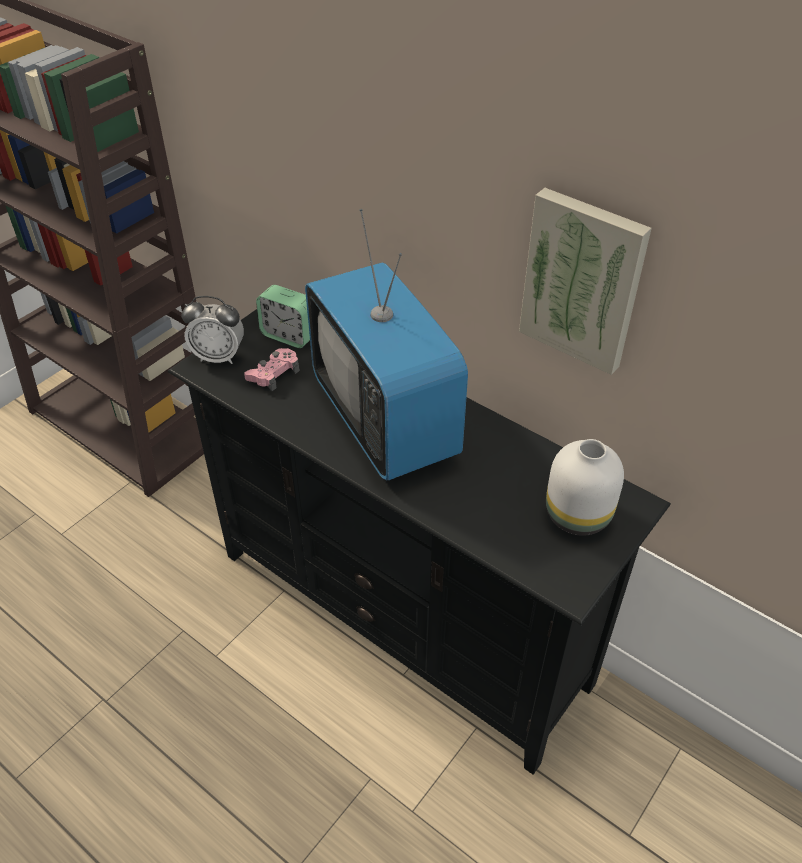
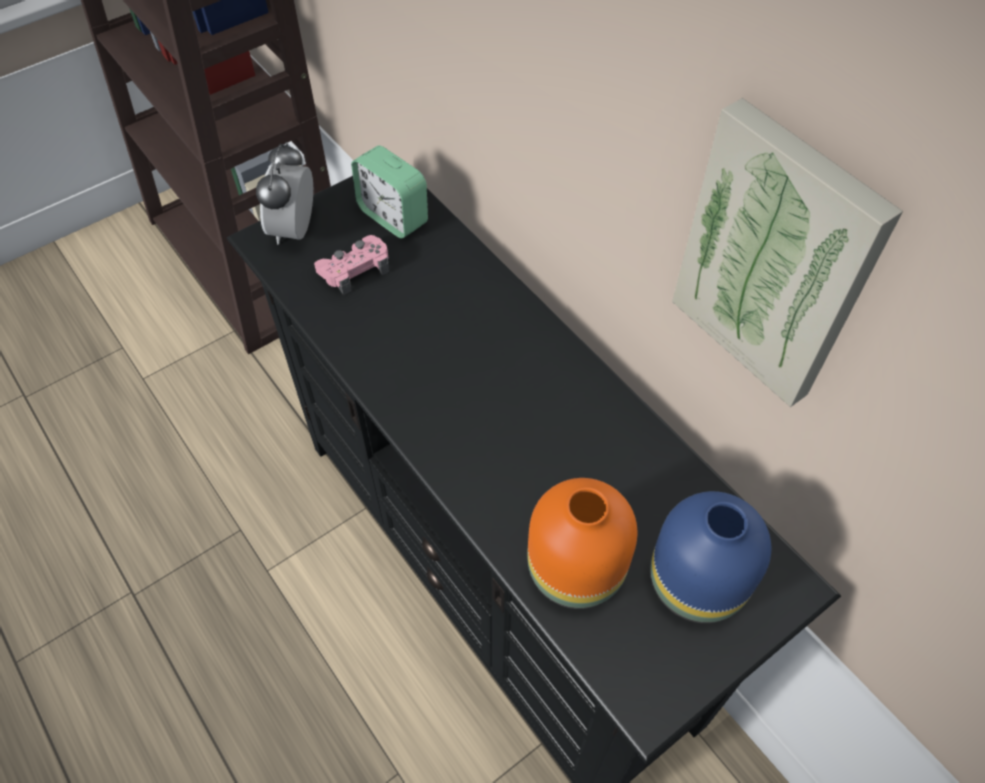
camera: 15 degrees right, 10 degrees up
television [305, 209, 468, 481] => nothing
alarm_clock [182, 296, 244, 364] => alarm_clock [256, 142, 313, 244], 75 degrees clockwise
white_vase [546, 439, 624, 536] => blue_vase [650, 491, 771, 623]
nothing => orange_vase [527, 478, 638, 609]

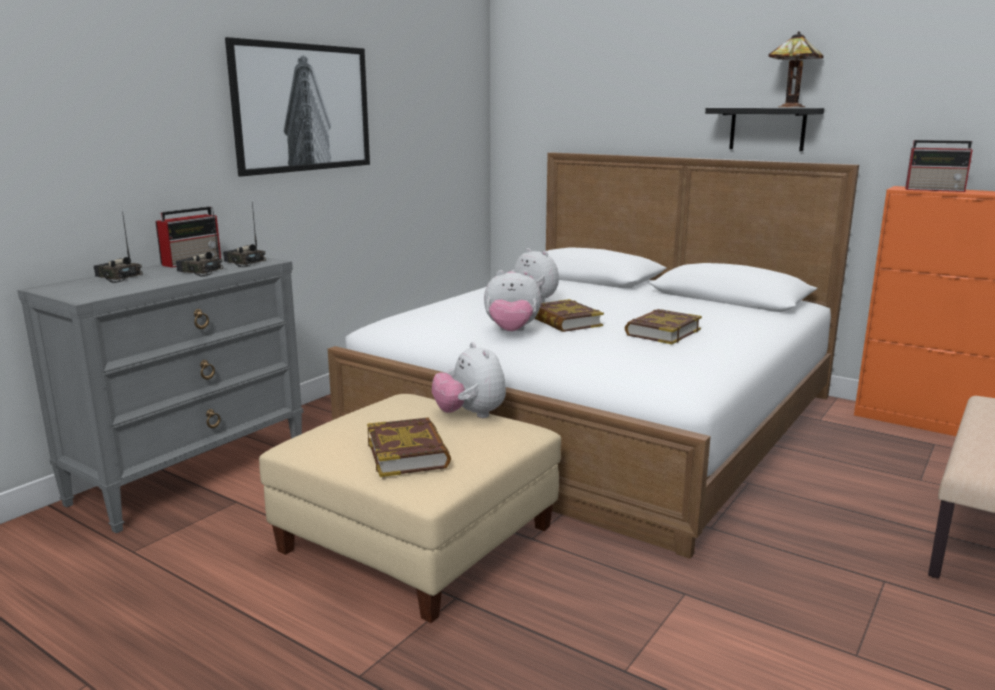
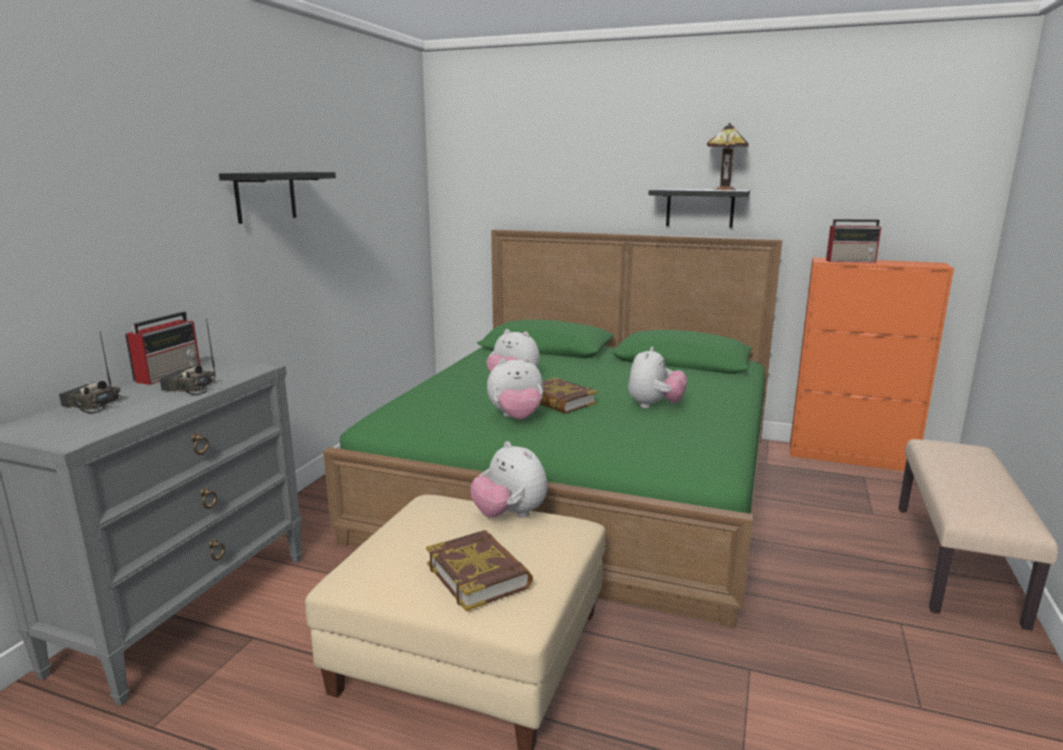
camera: 15 degrees left, 0 degrees up
picture [225, 37, 370, 176] => black_shelf [219, 172, 336, 224]
white_bed [328, 152, 859, 559] => green_bed [323, 230, 782, 629]
radio [223, 202, 266, 267] => nothing
book [625, 309, 702, 344] => plush_toy [628, 347, 687, 408]

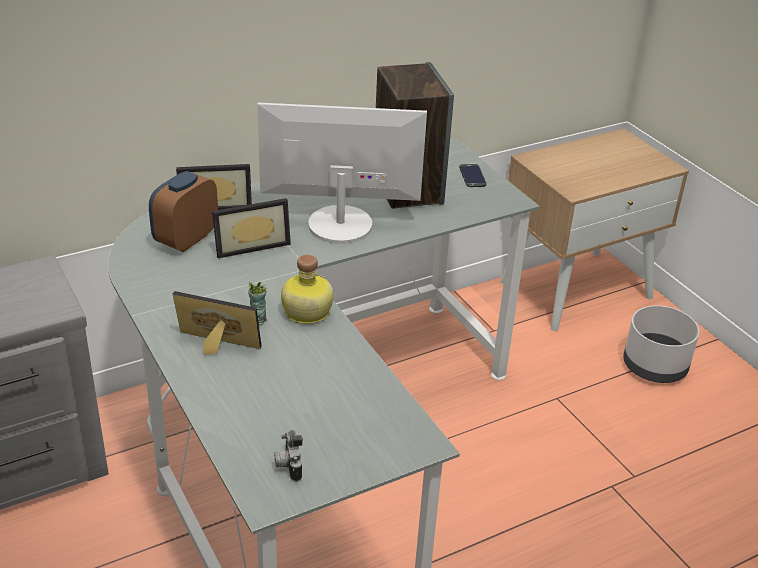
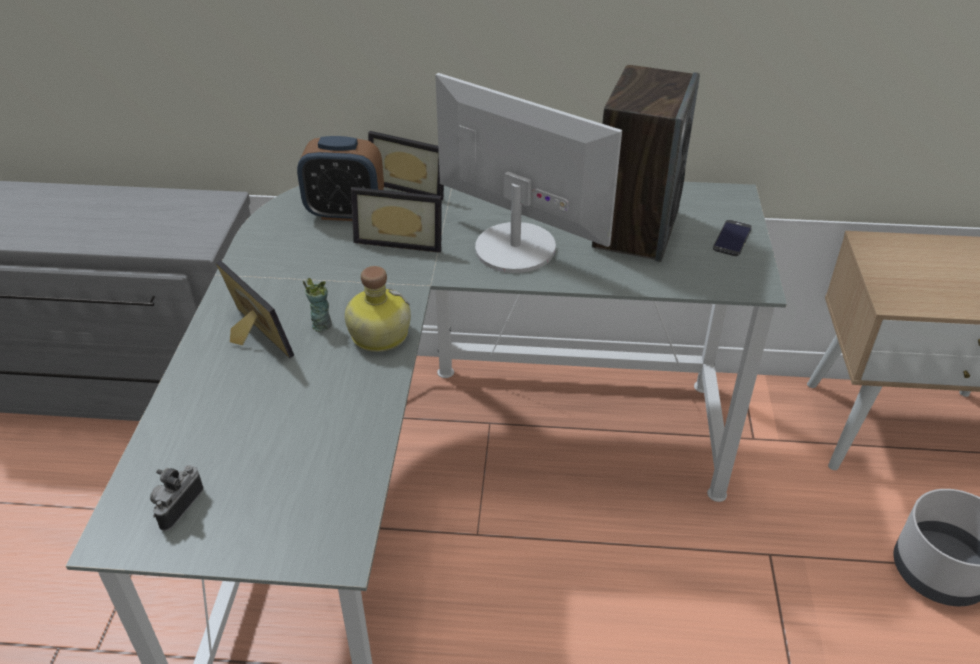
camera: 35 degrees right, 5 degrees up
alarm_clock [149, 171, 218, 252] => alarm_clock [297, 136, 384, 221], 150 degrees counterclockwise

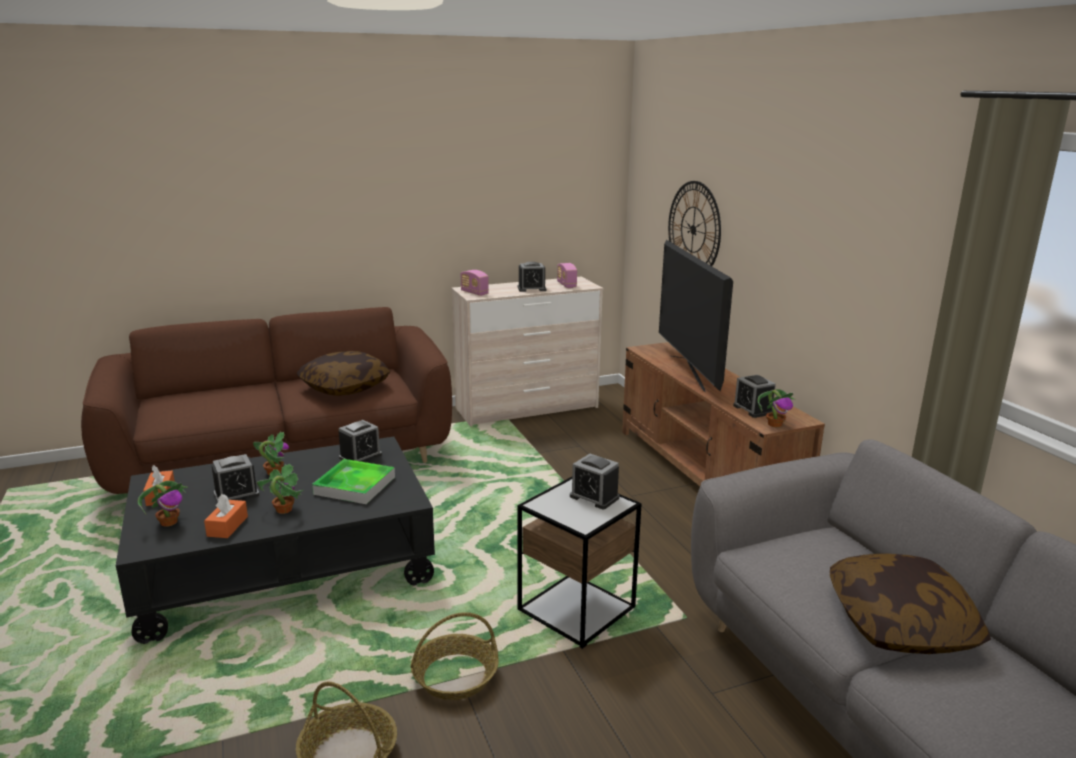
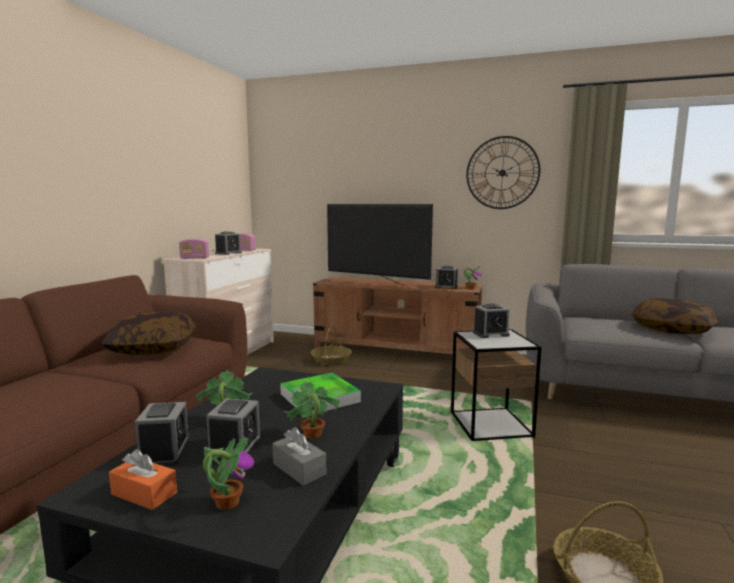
camera: 50 degrees left, 10 degrees down
wall_clock [668, 181, 721, 266] => wall_clock [466, 136, 540, 209], shifted
alarm_clock [339, 420, 382, 461] => alarm_clock [135, 402, 189, 466], shifted
orange_tissue_box [204, 494, 248, 538] => grey_tissue_box [272, 427, 326, 486]
basket [410, 612, 499, 700] => basket [311, 325, 352, 365], shifted

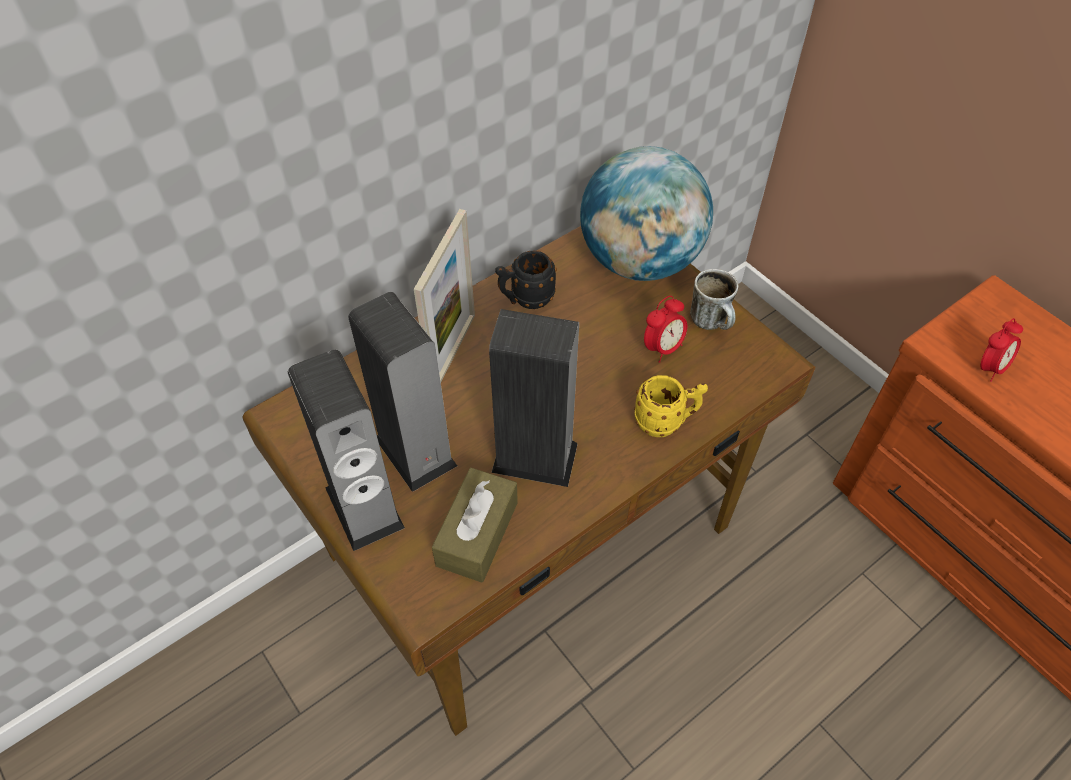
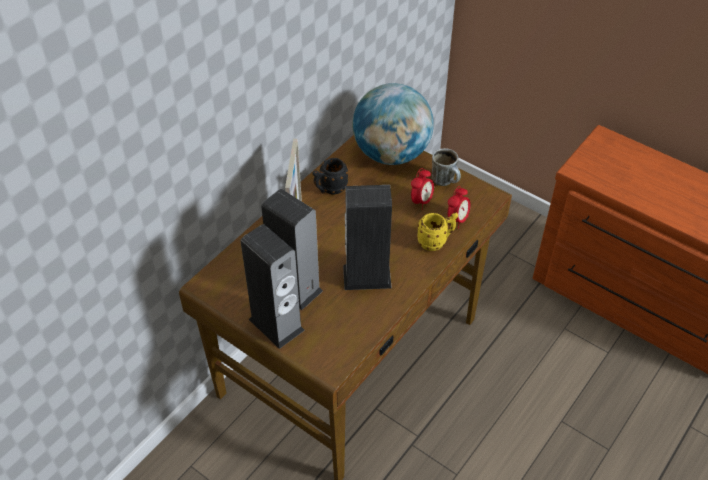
camera: 15 degrees left, 5 degrees down
alarm_clock [980, 318, 1023, 382] => alarm_clock [448, 186, 471, 229], shifted
brown_tissue_box [432, 468, 518, 583] => nothing

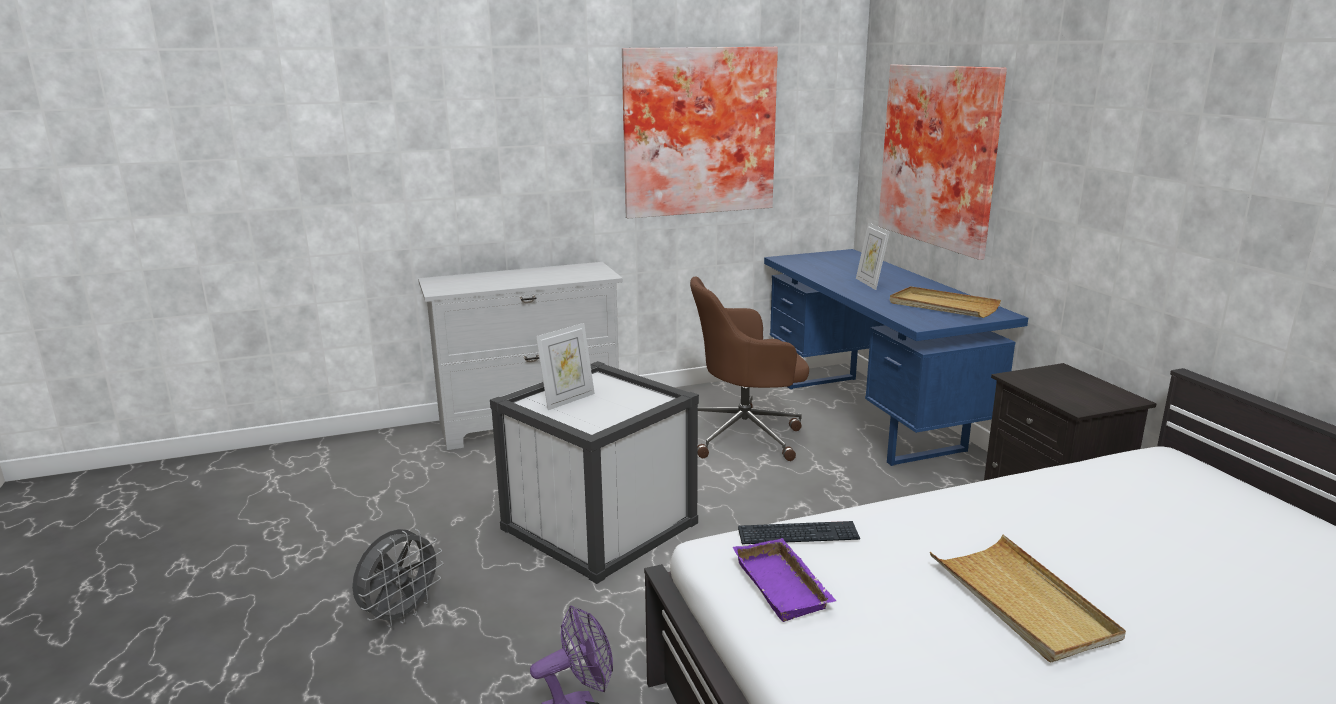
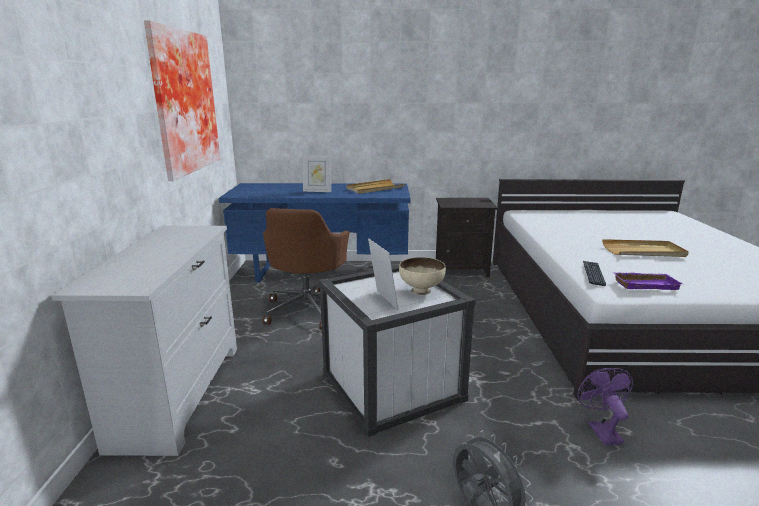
camera: 70 degrees left, 0 degrees up
picture [878, 64, 1007, 260] => nothing
nothing => beige_bowl [399, 257, 446, 295]

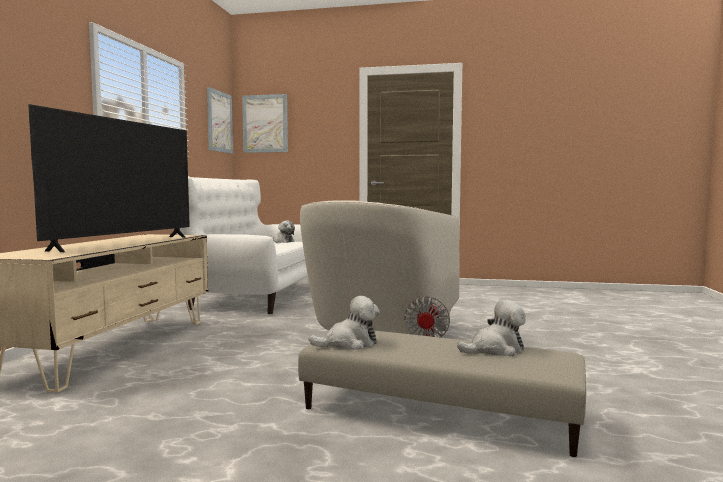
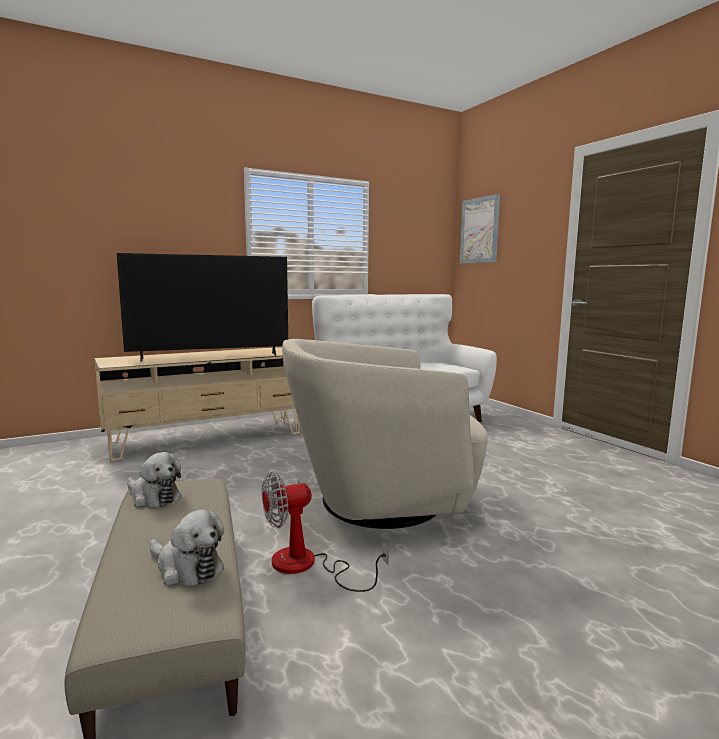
camera: 50 degrees right, 5 degrees up
picture [207, 87, 233, 154] => nothing
plush_toy [270, 220, 295, 243] => nothing

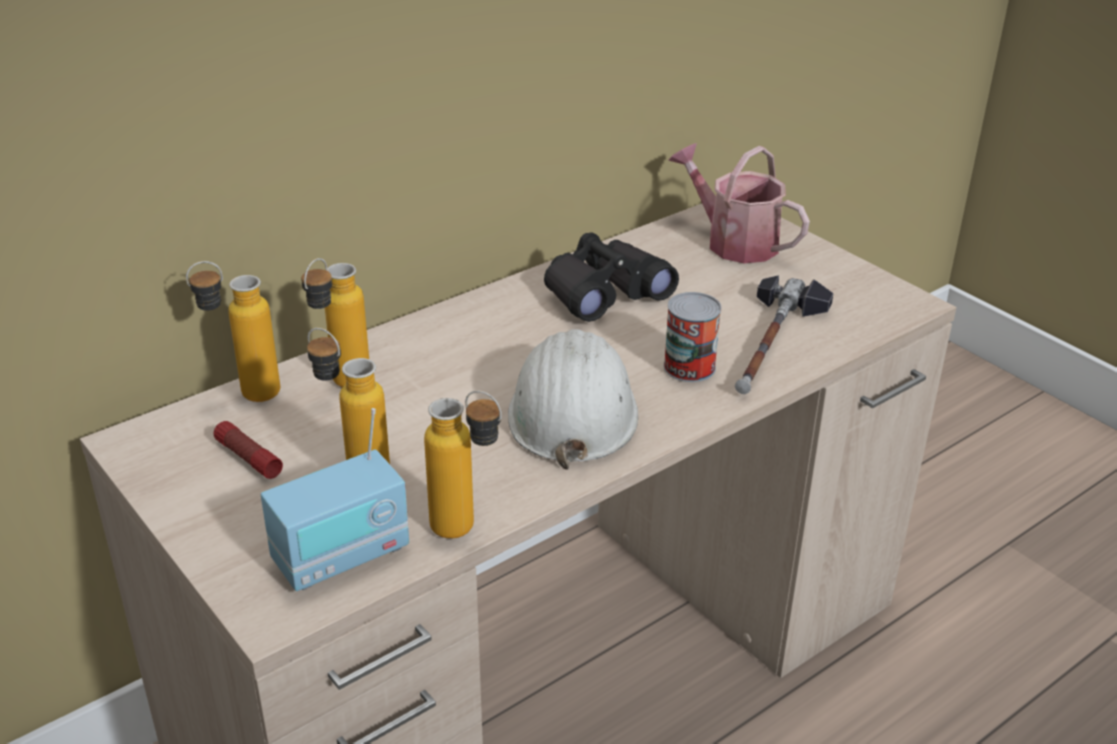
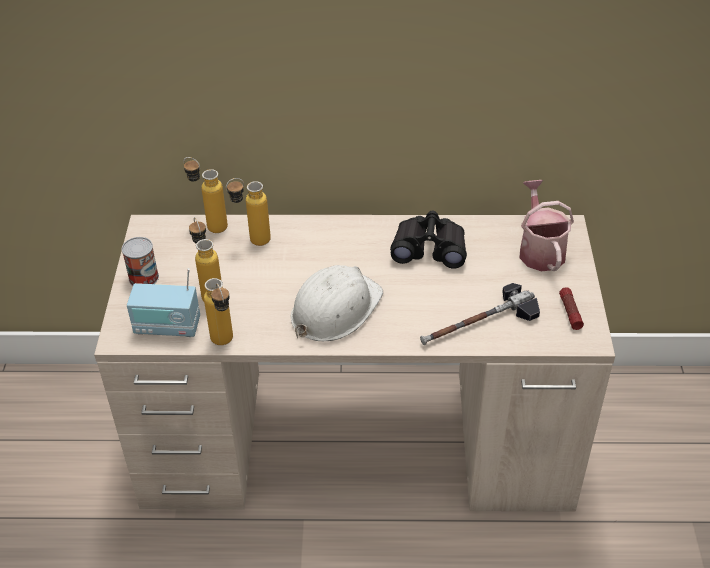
camera: 40 degrees right, 10 degrees up
can [664, 292, 722, 382] => can [122, 237, 159, 286], shifted
flashlight [214, 421, 283, 479] => flashlight [559, 287, 584, 330], shifted

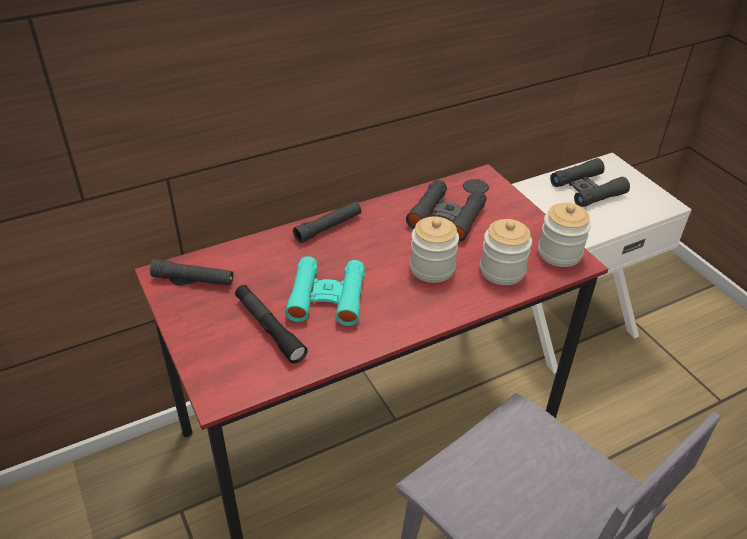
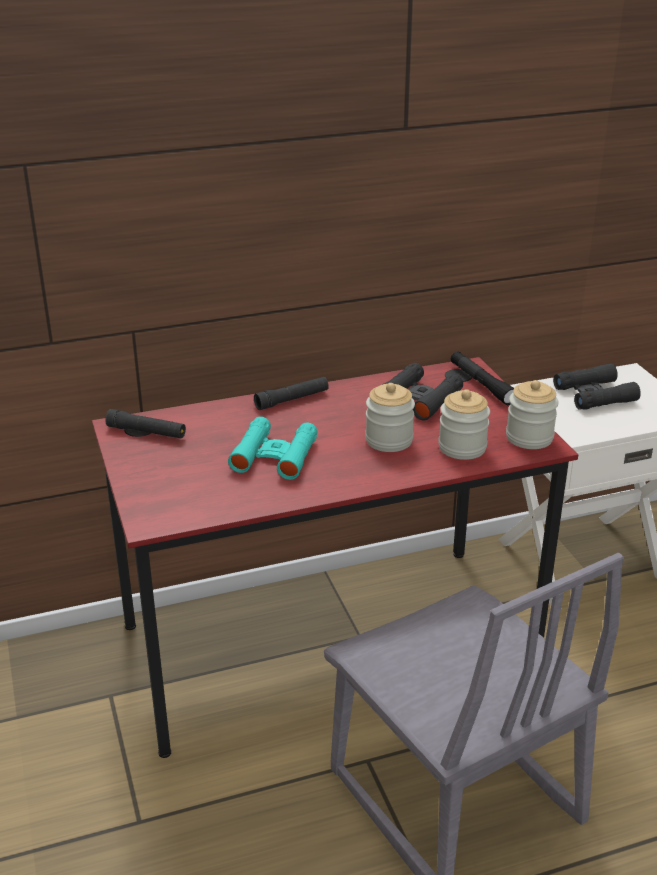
camera: 10 degrees right, 10 degrees down
black_flashlight [235, 285, 308, 364] => black_flashlight [451, 351, 514, 405], shifted

